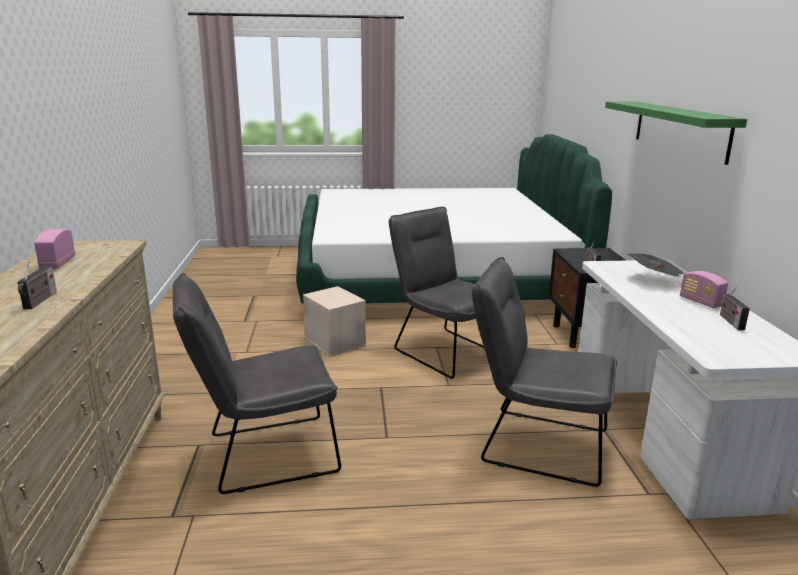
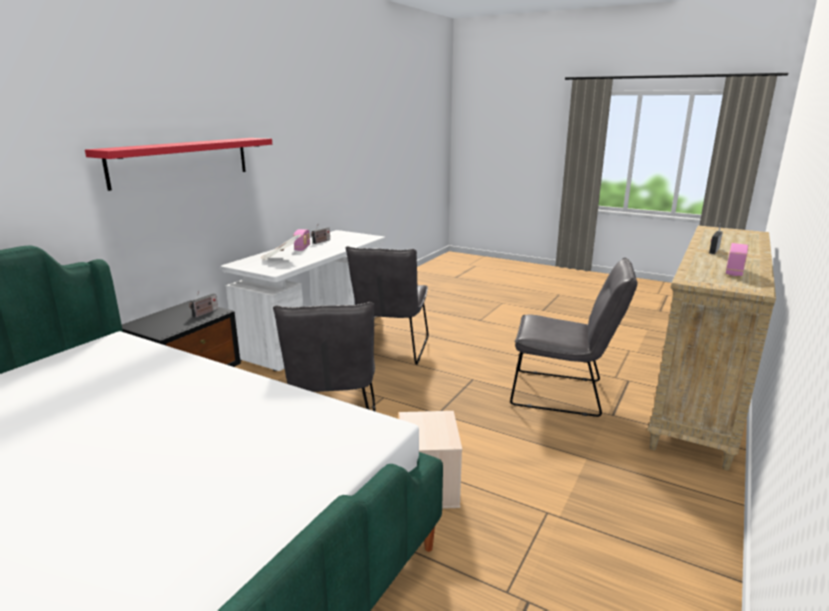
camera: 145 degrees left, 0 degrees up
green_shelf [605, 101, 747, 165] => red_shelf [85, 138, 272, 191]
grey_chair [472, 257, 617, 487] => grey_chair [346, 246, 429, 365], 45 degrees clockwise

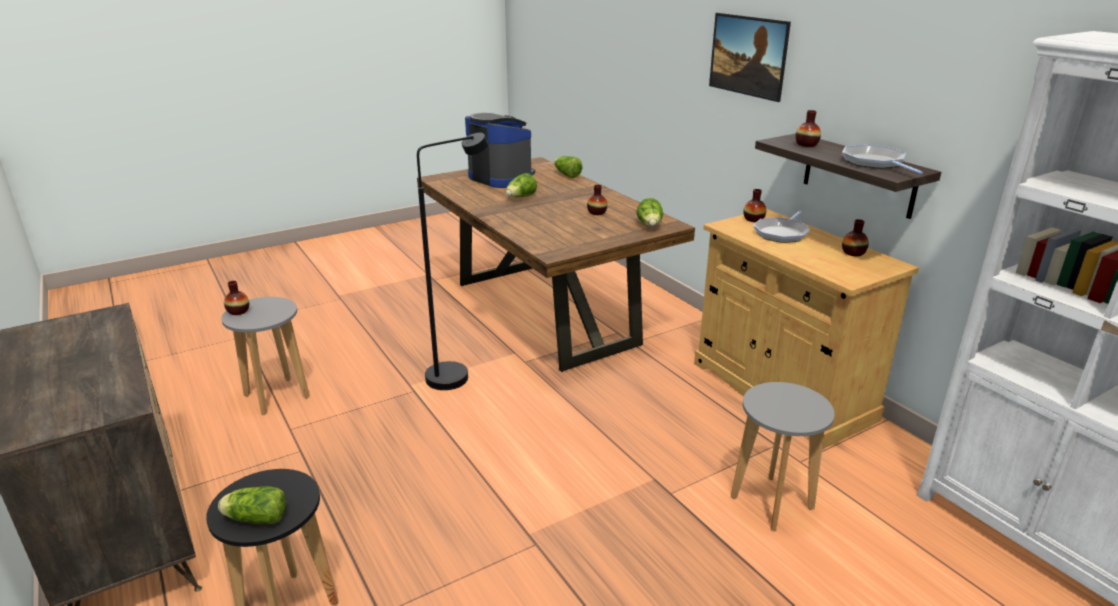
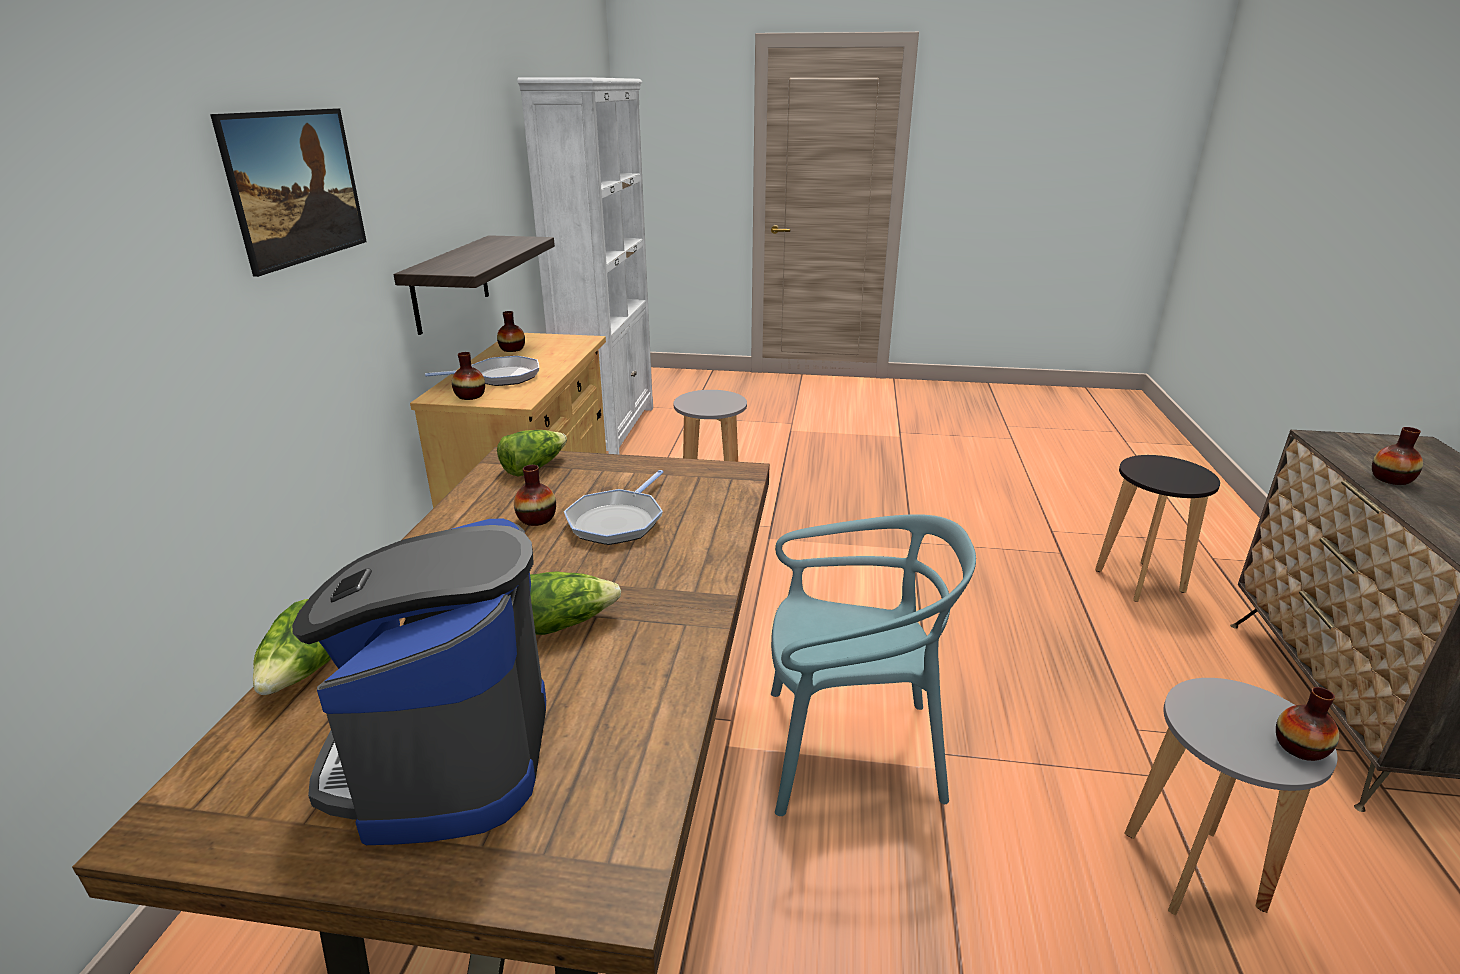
camera: 140 degrees left, 0 degrees up
vase [796, 110, 821, 147] => vase [1372, 427, 1423, 485], shifted
black_floor_lamp [417, 133, 488, 390] => turquoise_chair [771, 514, 976, 816]
frying_pan [842, 145, 923, 174] => frying_pan [564, 470, 663, 545], shifted
lettuce [218, 486, 286, 524] => nothing

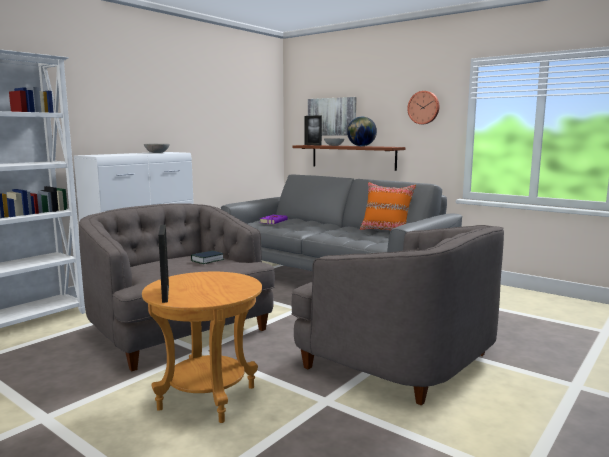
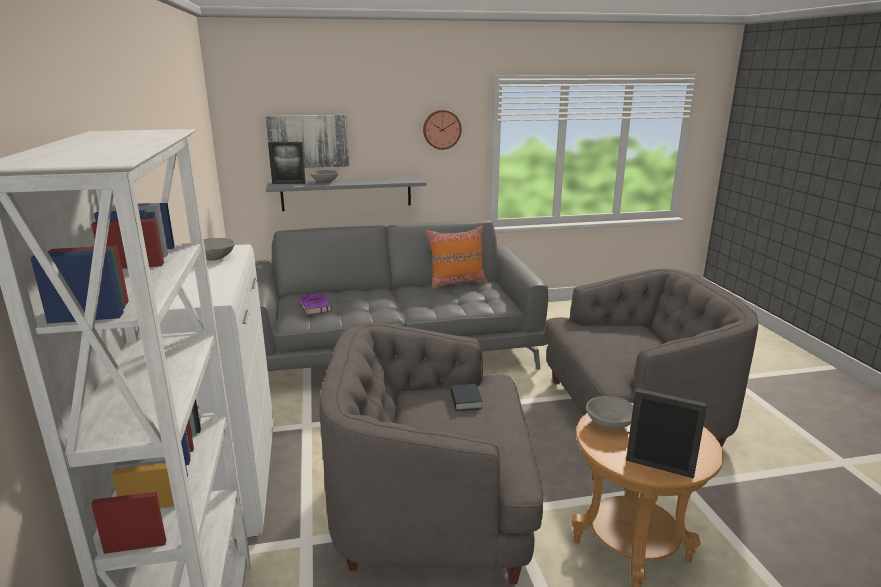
camera: 50 degrees left, 10 degrees up
globe [347, 117, 377, 146] => nothing
brown_shelf [293, 145, 406, 171] => grey_shelf [266, 177, 427, 211]
nothing => grey_bowl [586, 396, 633, 429]

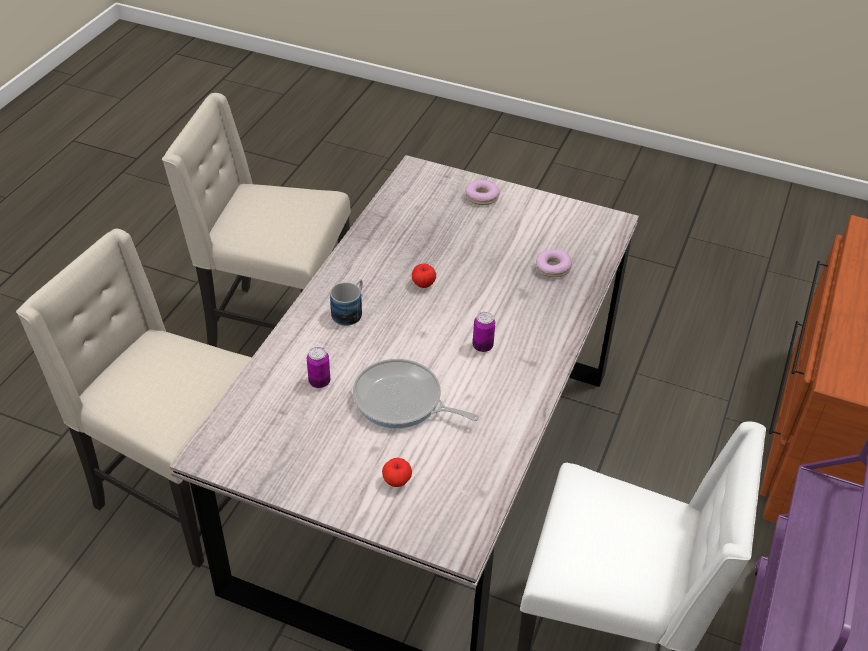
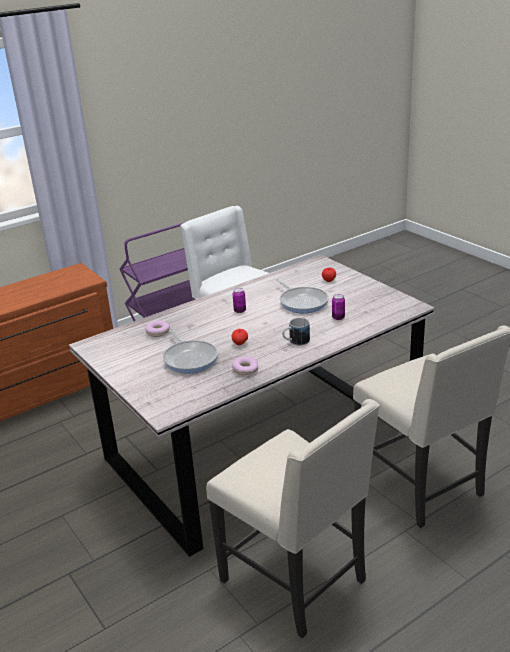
camera: 145 degrees left, 15 degrees down
donut [465, 180, 500, 205] => donut [232, 357, 258, 375], shifted
nothing => frying_pan [163, 329, 218, 374]

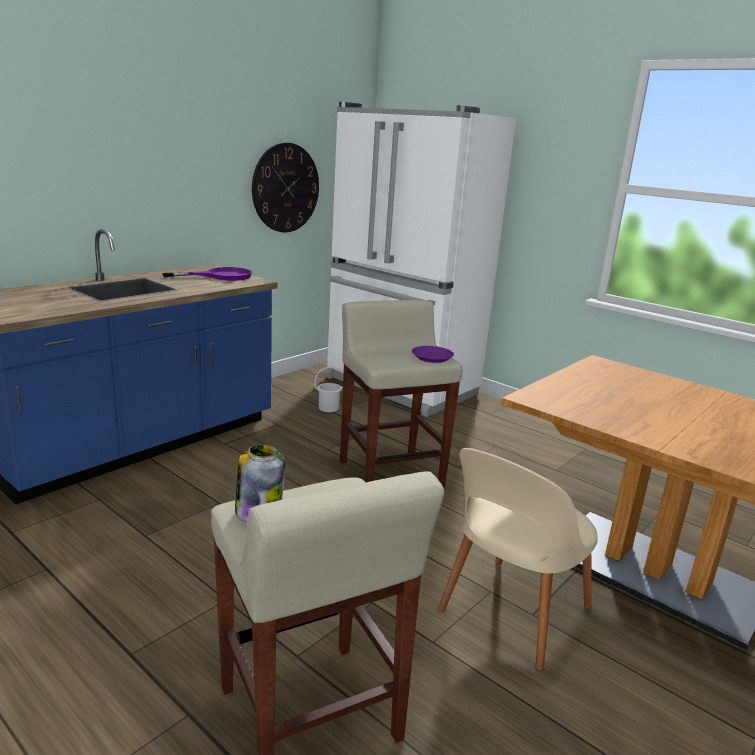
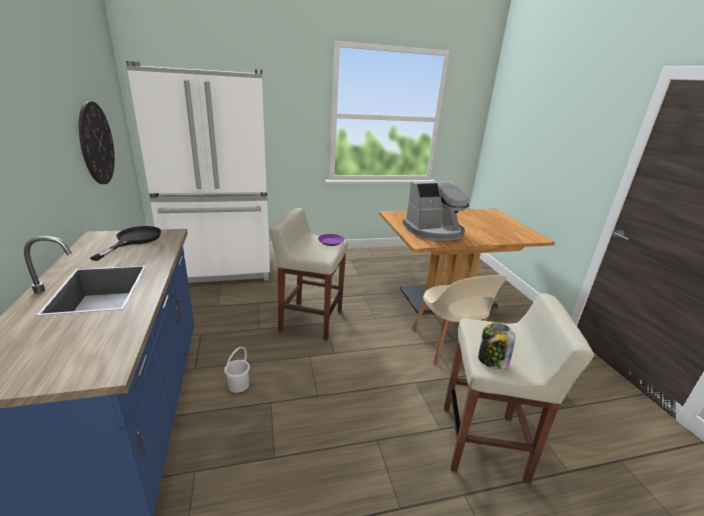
camera: 55 degrees left, 5 degrees up
purple_frying_pan [162, 267, 252, 281] => black_frying_pan [90, 226, 161, 261]
white_bucket [314, 367, 343, 412] => white_bucket [224, 347, 250, 393], shifted
nothing => coffee_machine [403, 180, 469, 241]

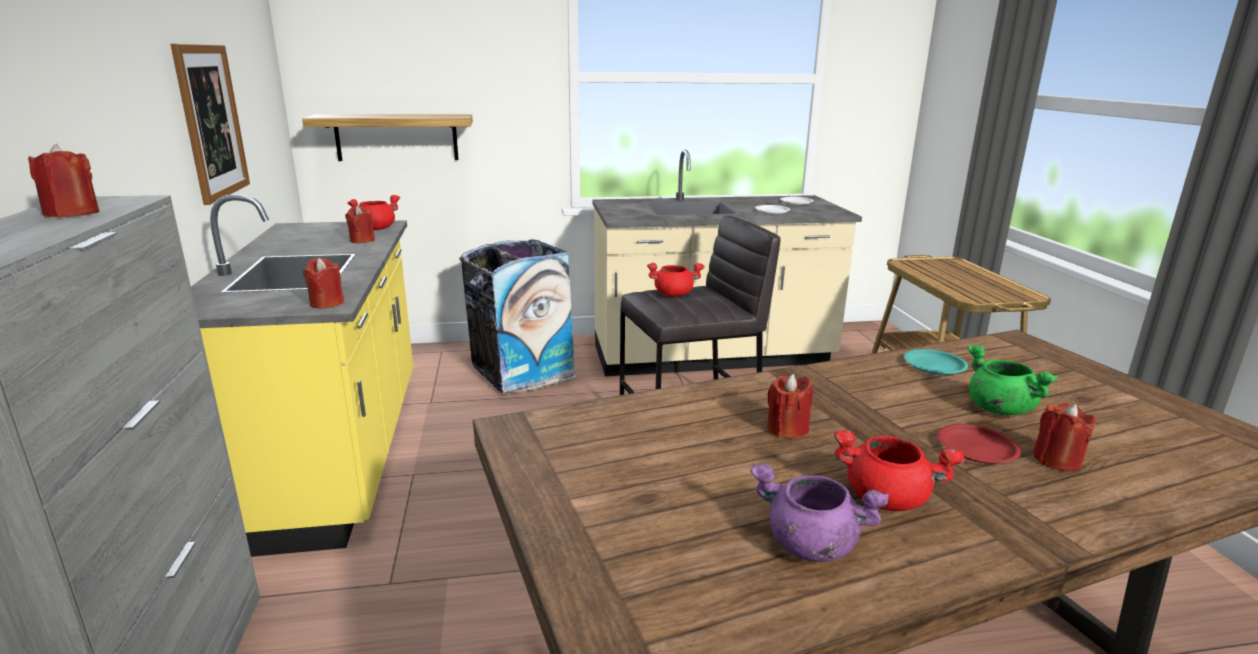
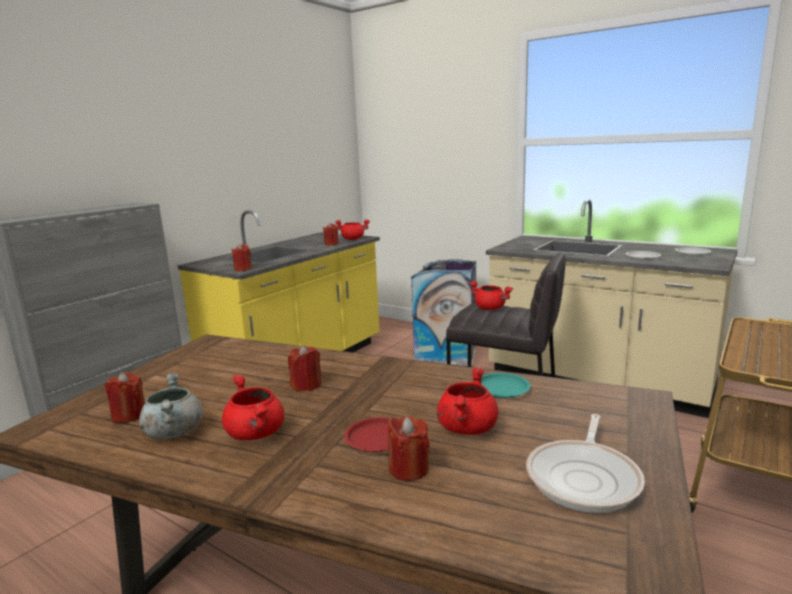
camera: 45 degrees right, 5 degrees down
picture [171, 44, 250, 205] => nothing
shelf [302, 114, 473, 161] => nothing
red_candle [28, 144, 99, 218] => red_candle [105, 372, 145, 423], shifted
green_cooking_pot [968, 345, 1058, 415] => red_cooking_pot [437, 367, 498, 435]
purple_cooking_pot [750, 464, 889, 562] => grey_cooking_pot [139, 374, 203, 439]
nothing => frying_pan [526, 414, 645, 513]

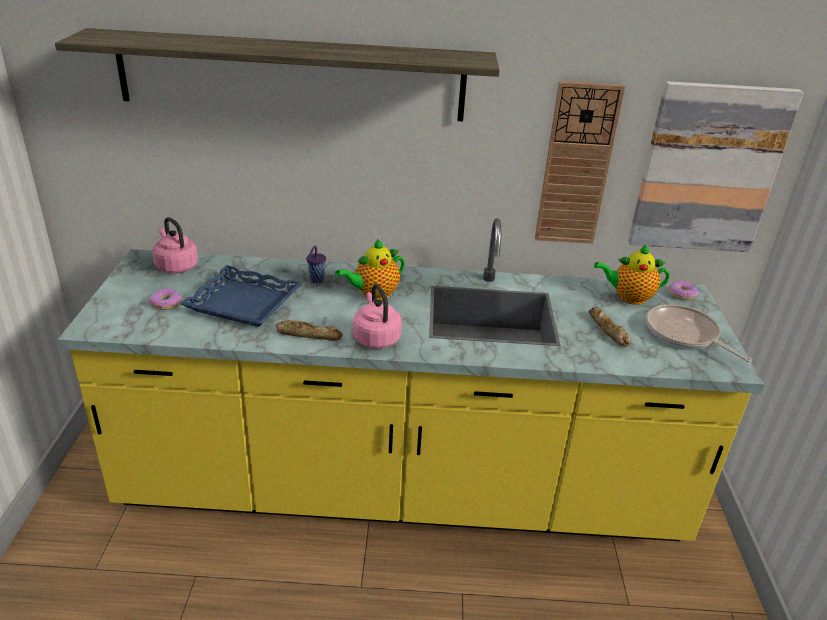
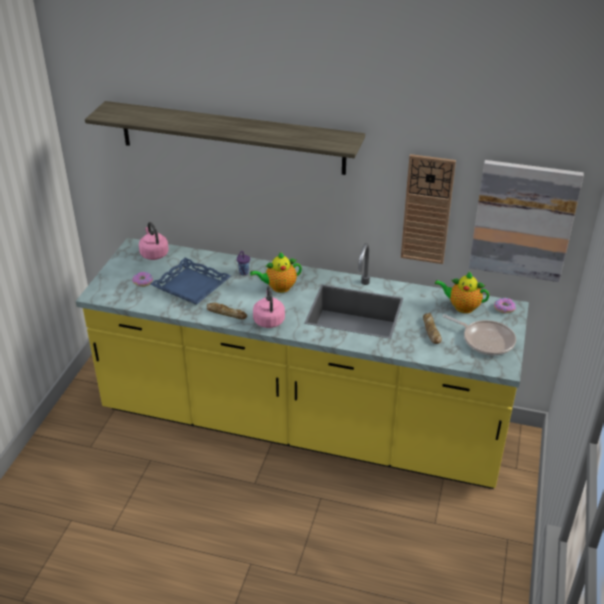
camera: 15 degrees right, 5 degrees up
frying_pan [646, 304, 752, 362] => frying_pan [442, 314, 516, 356], 150 degrees clockwise

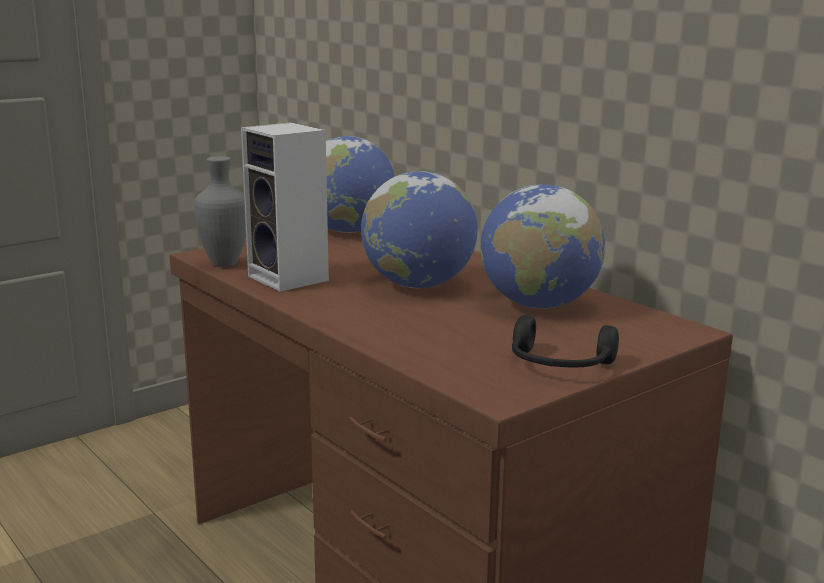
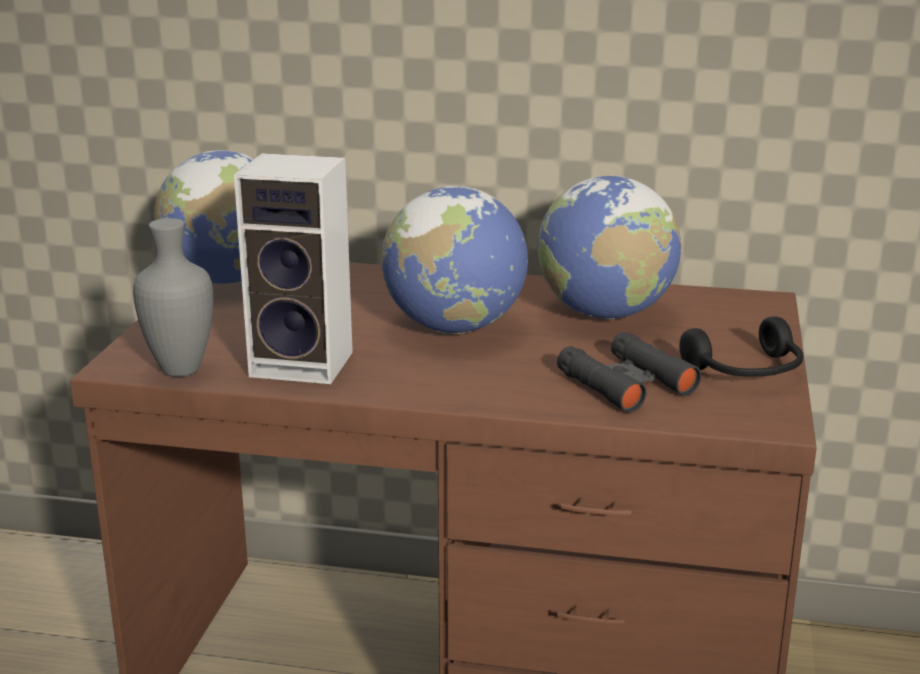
camera: 40 degrees left, 5 degrees up
nothing => black_binoculars [557, 332, 701, 413]

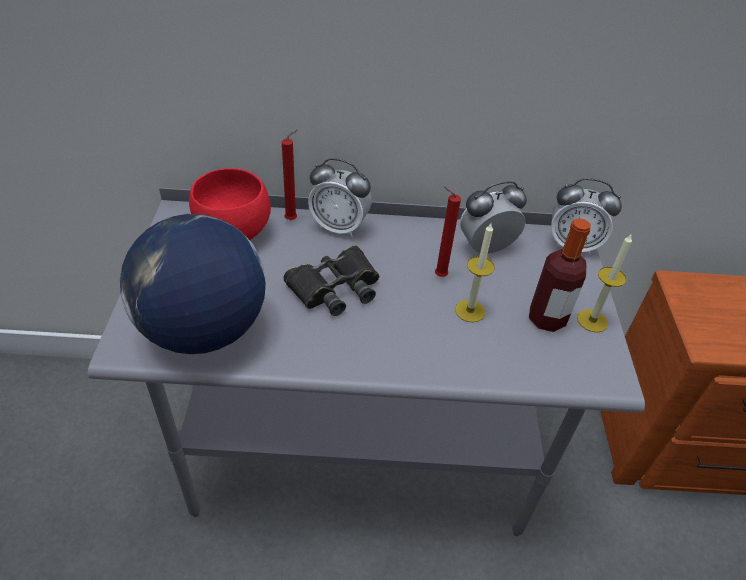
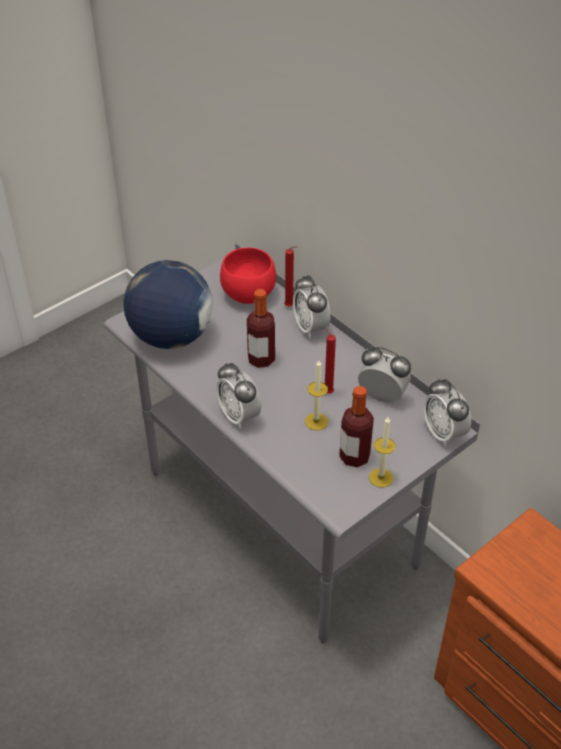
camera: 50 degrees right, 0 degrees up
black_binoculars [283, 246, 379, 316] => bottle [247, 289, 275, 368]
nothing => alarm_clock [216, 362, 261, 429]

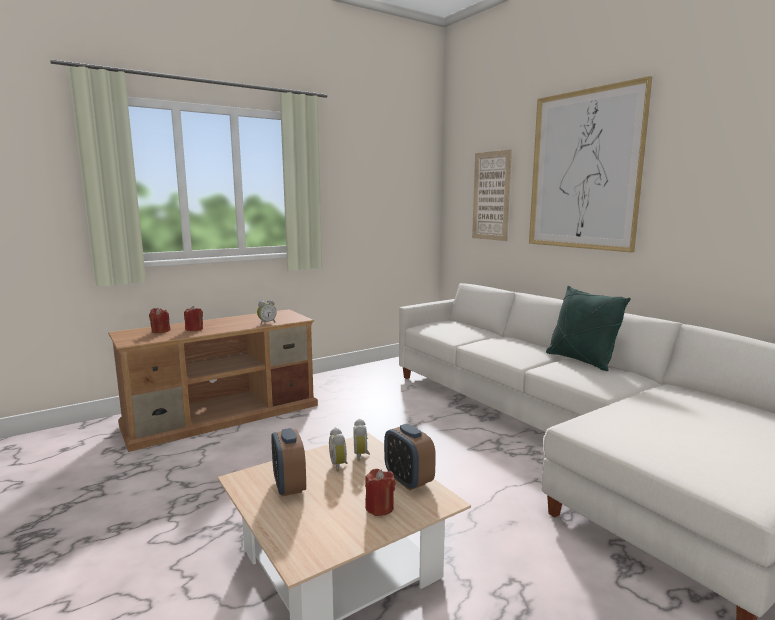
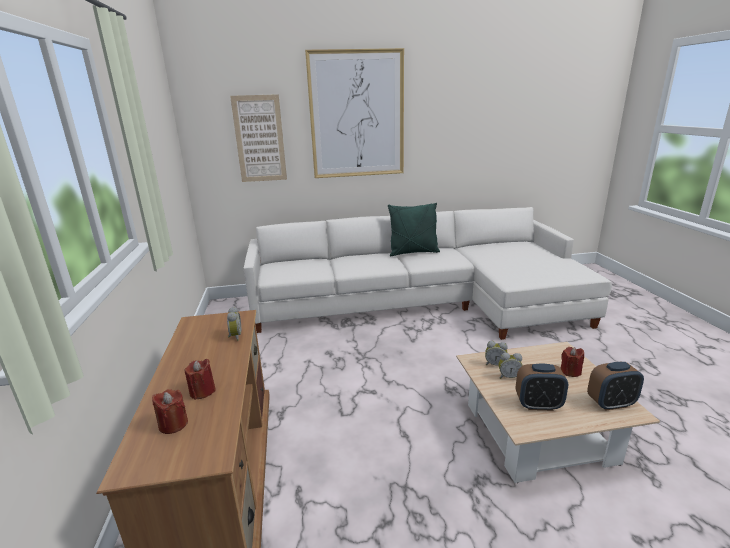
camera: 65 degrees left, 10 degrees up
alarm_clock [384, 424, 436, 491] => alarm_clock [587, 362, 644, 411], shifted

